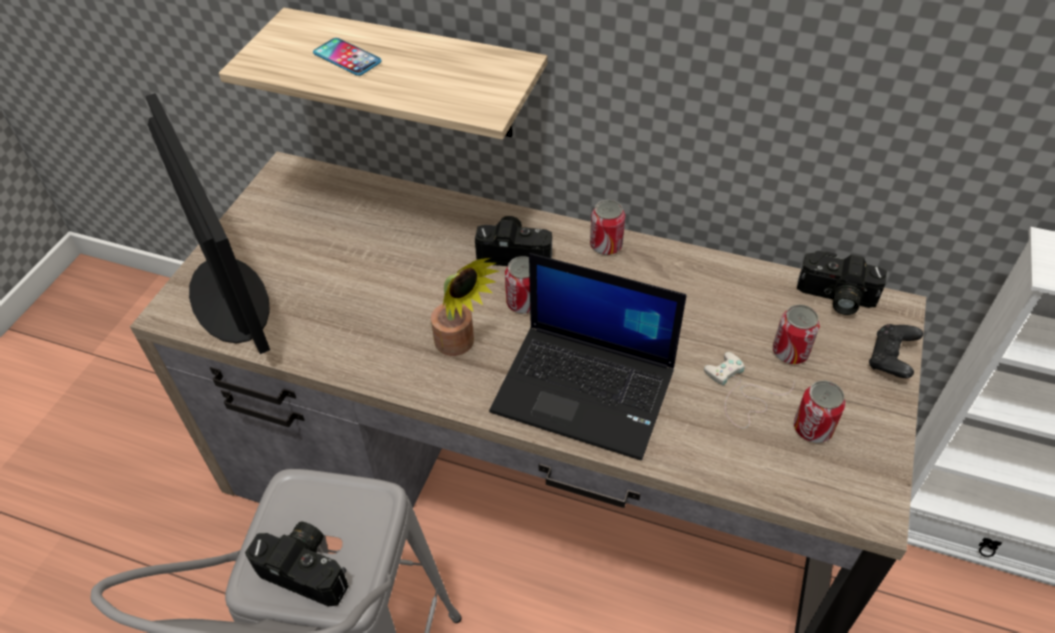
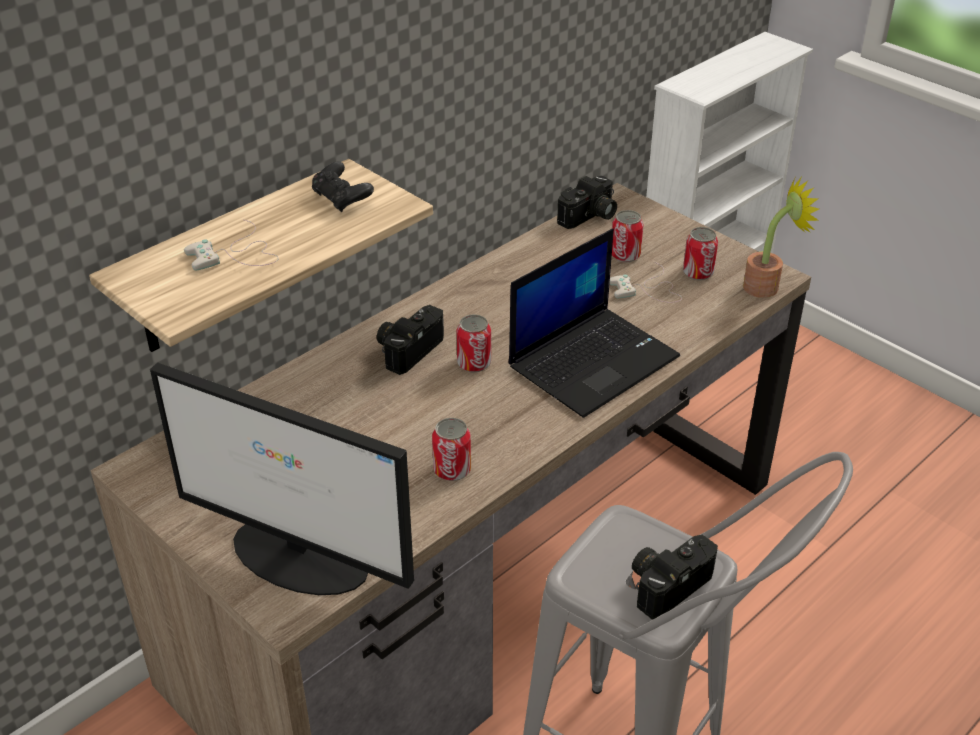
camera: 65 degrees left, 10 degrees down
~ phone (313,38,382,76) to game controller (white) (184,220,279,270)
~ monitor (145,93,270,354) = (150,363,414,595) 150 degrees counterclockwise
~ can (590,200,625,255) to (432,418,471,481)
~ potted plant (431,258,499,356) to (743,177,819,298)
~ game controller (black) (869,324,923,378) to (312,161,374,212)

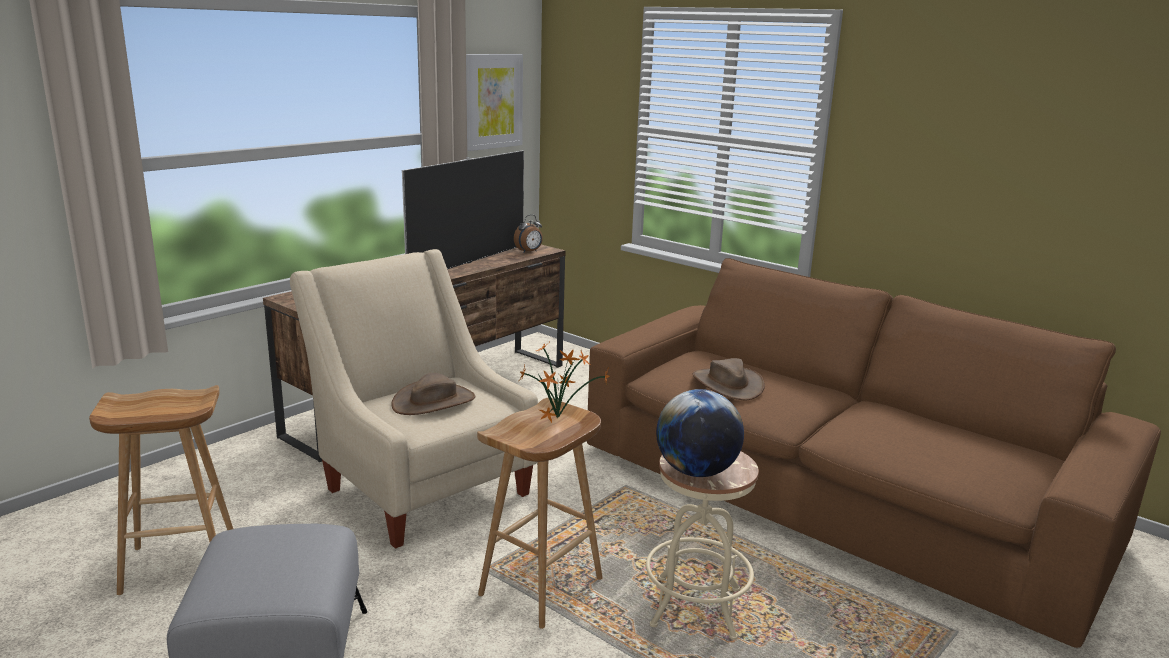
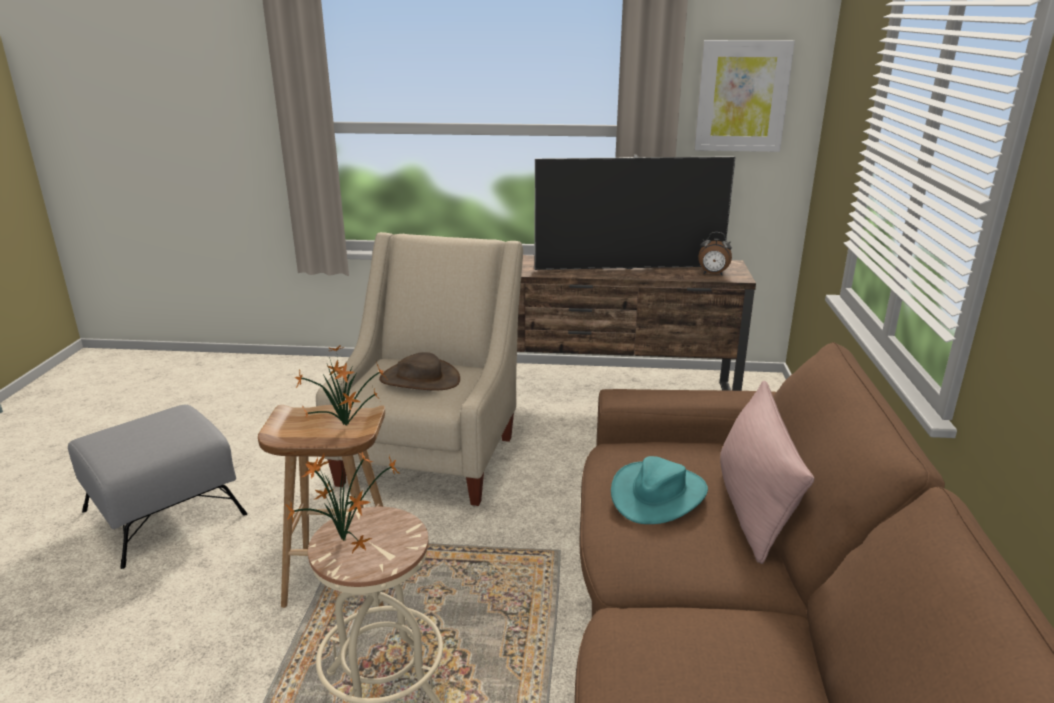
camera: 55 degrees right, 5 degrees up
~ hat (brown) (693,358,765,400) to hat (turquoise) (611,456,708,524)
- stool (brown) (89,385,233,595)
~ globe (656,389,744,477) to potted plant (285,452,399,553)
+ pillow (pink) (720,381,815,564)

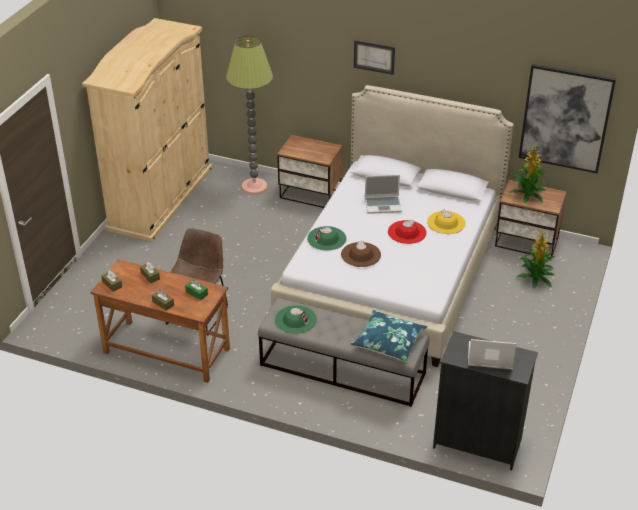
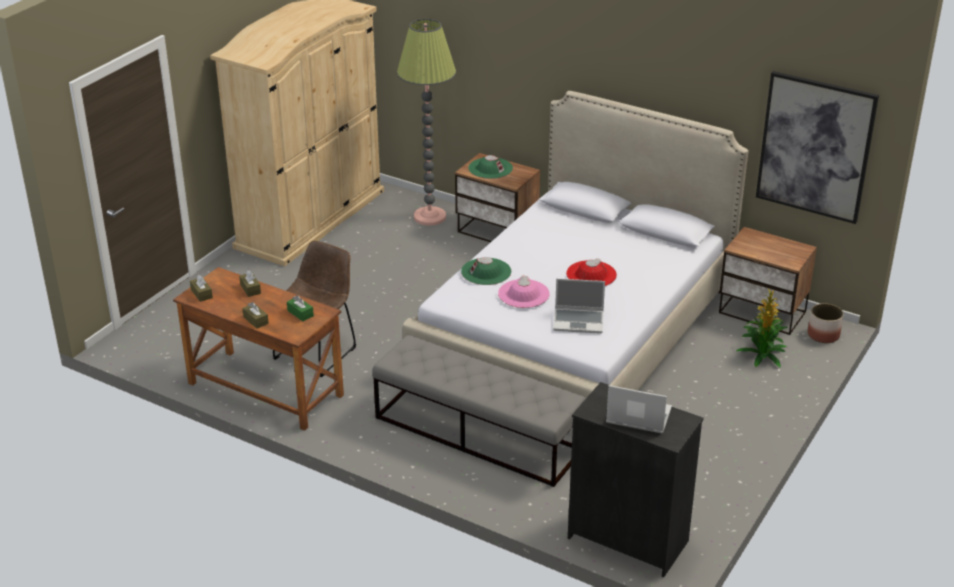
camera: 10 degrees right, 5 degrees down
- picture (354,40,395,75)
- potted plant (508,143,546,203)
~ laptop (365,175,402,214) to (553,278,605,334)
- hat (yellow) (427,210,466,234)
~ hat (brown) (341,241,381,267) to hat (pink) (498,276,550,308)
~ hat (green) (275,305,317,334) to (468,155,513,179)
- pillow (blue) (351,310,427,362)
+ planter (808,303,843,343)

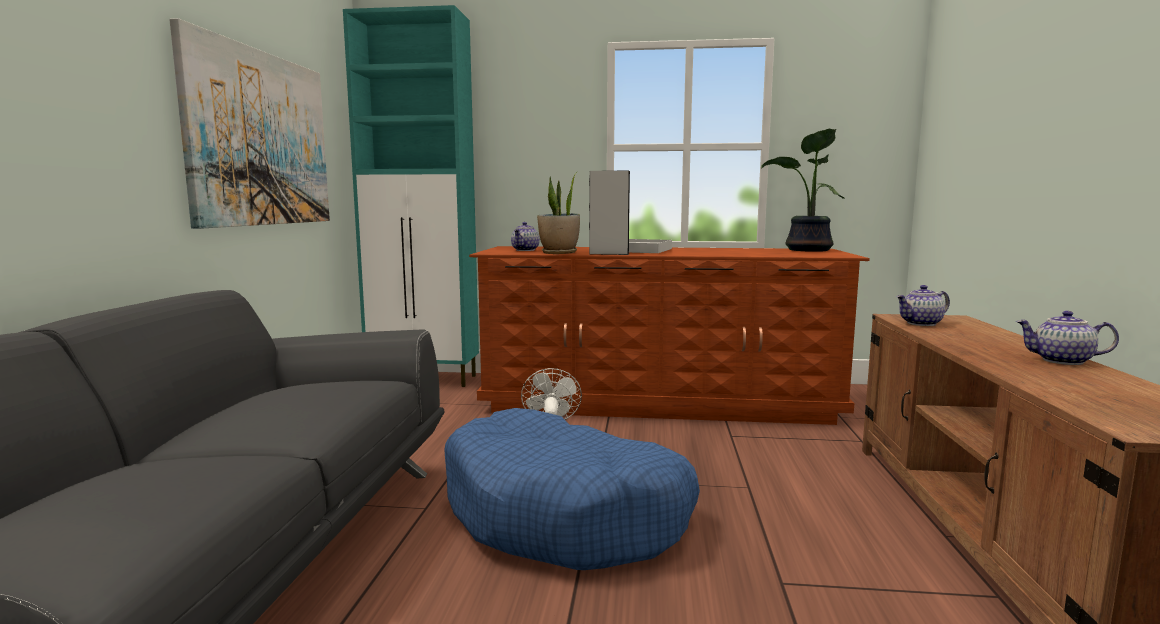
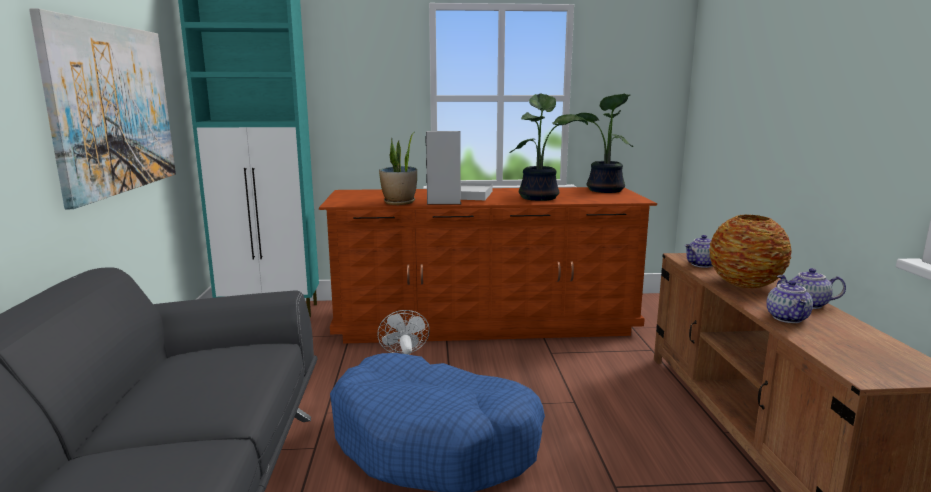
camera: 10 degrees left, 5 degrees up
~ teapot (511,222,540,251) to (767,279,813,323)
+ potted plant (510,93,588,201)
+ vase (709,214,792,288)

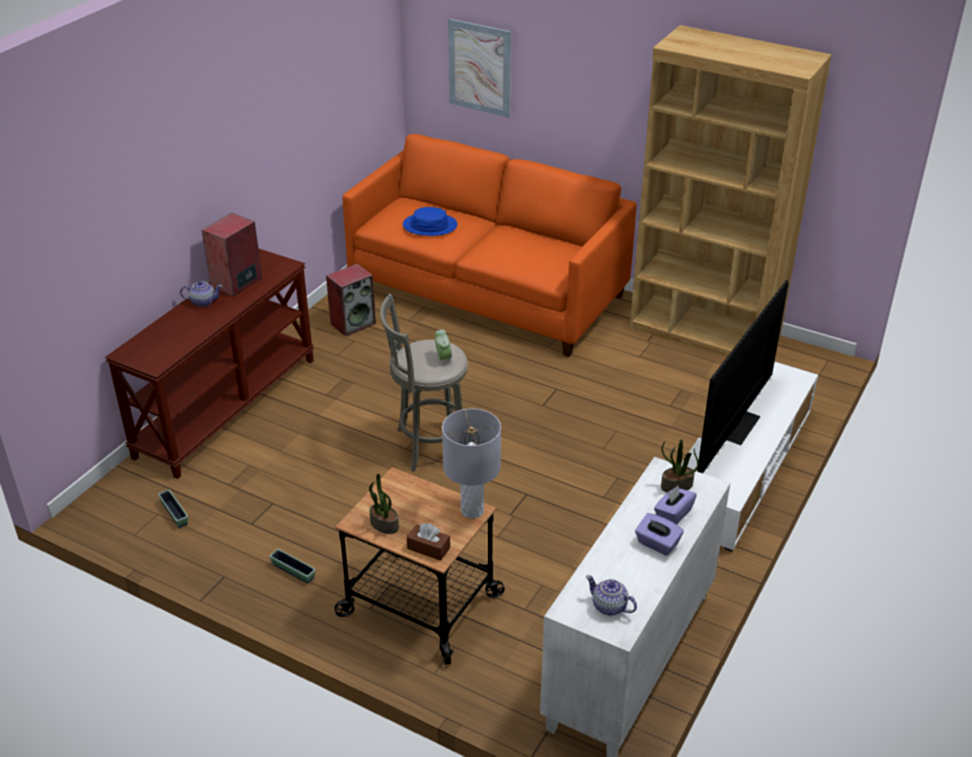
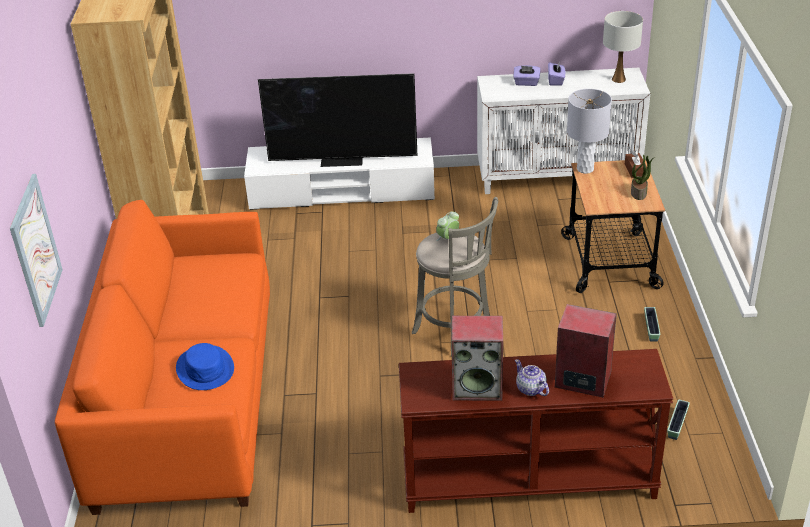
camera: 120 degrees left, 0 degrees up
~ speaker (326,264,376,337) to (555,304,617,397)
- potted plant (661,439,699,493)
~ teapot (586,575,637,616) to table lamp (white) (603,11,643,83)

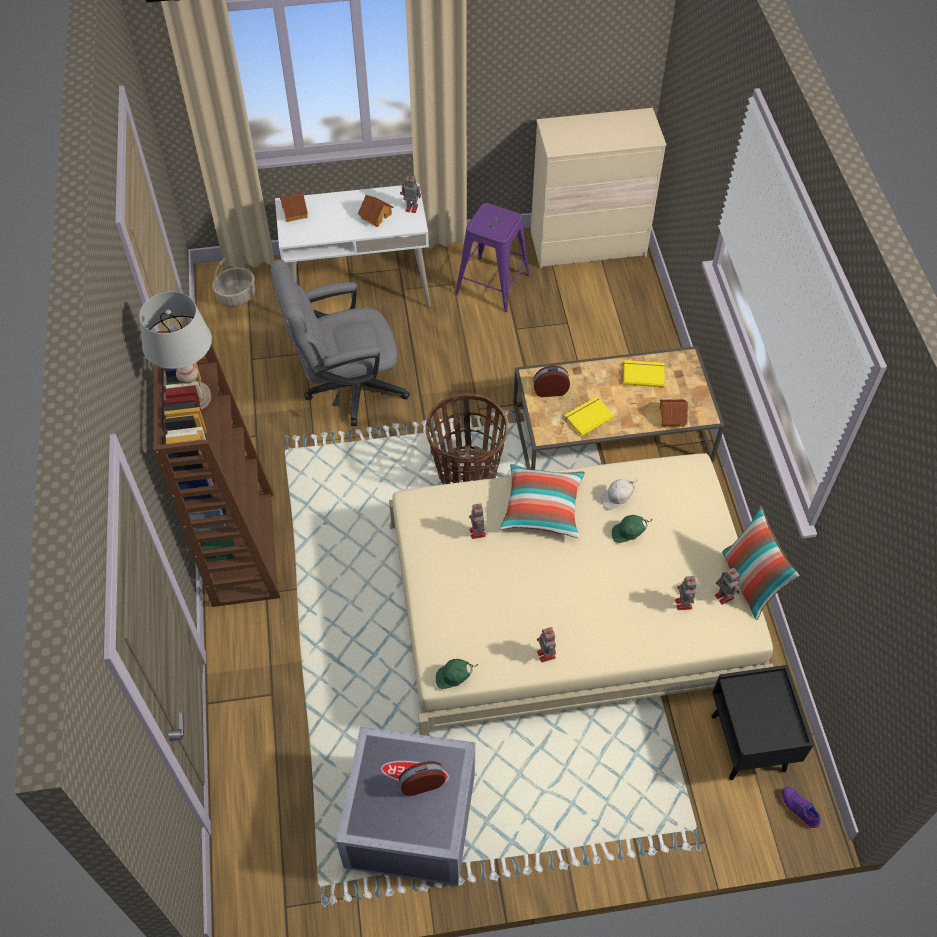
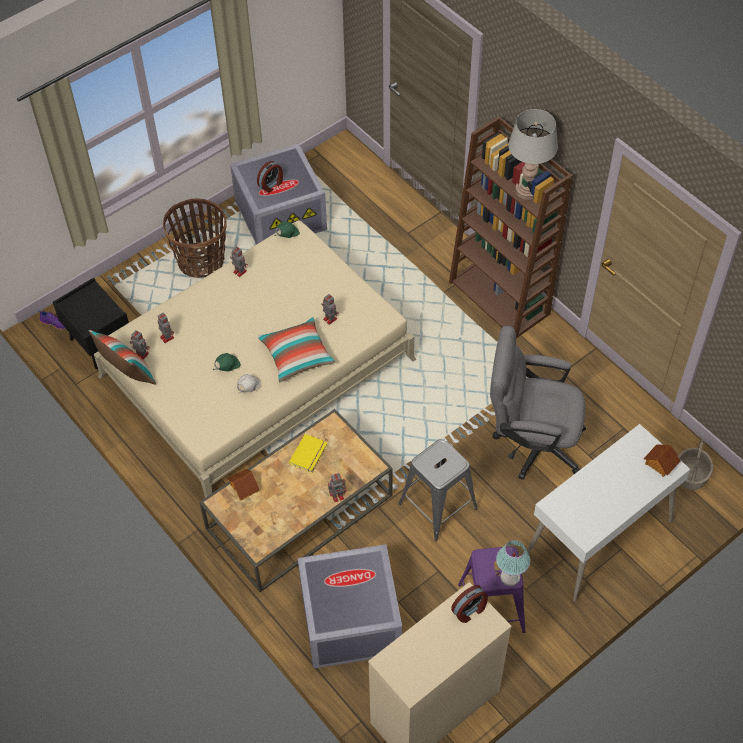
camera: 150 degrees right, 0 degrees up
~ toy robot (400,175,421,213) to (328,473,347,502)
- toy house (358,195,393,227)
~ office chair (grey) (270,259,410,426) = (490,325,586,480) 120 degrees counterclockwise
- book (yellow) (623,360,665,387)
~ alarm clock (533,366,570,397) to (451,585,488,623)
~ basket (426,394,508,484) to (163,199,227,278)
+ stool (grey) (399,439,478,542)
+ table lamp (496,540,530,586)
+ storage box (grey) (298,544,402,669)

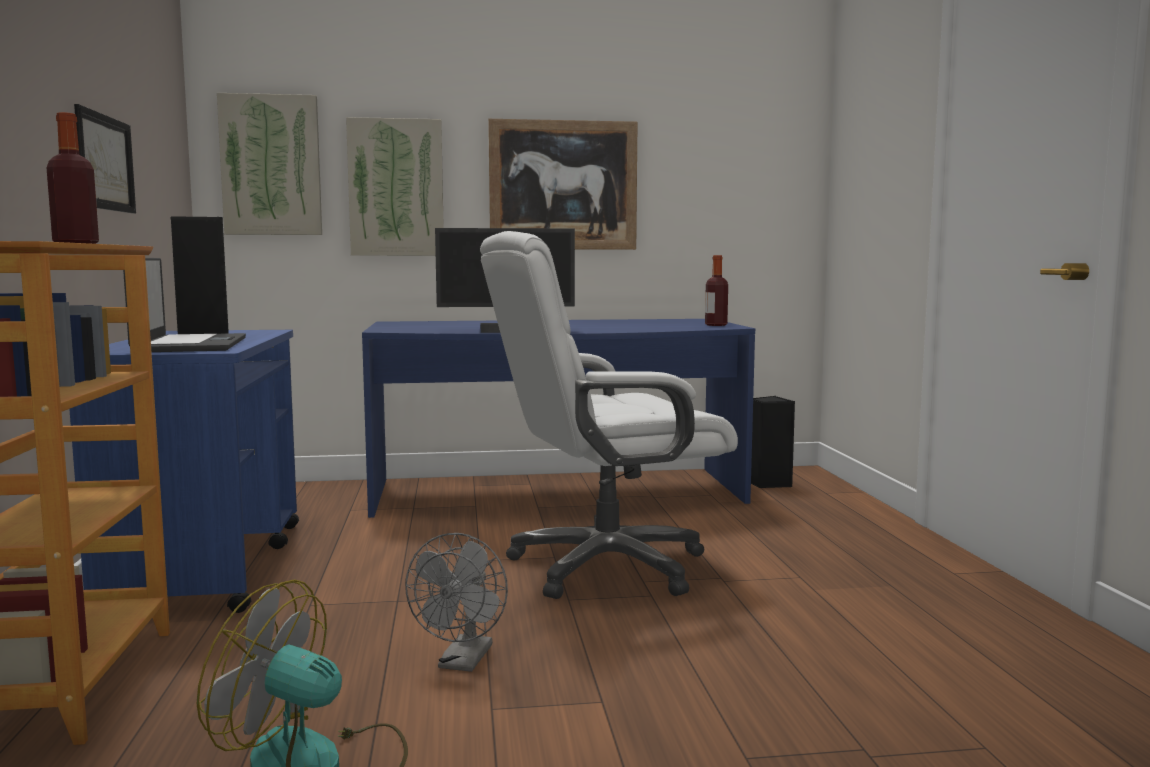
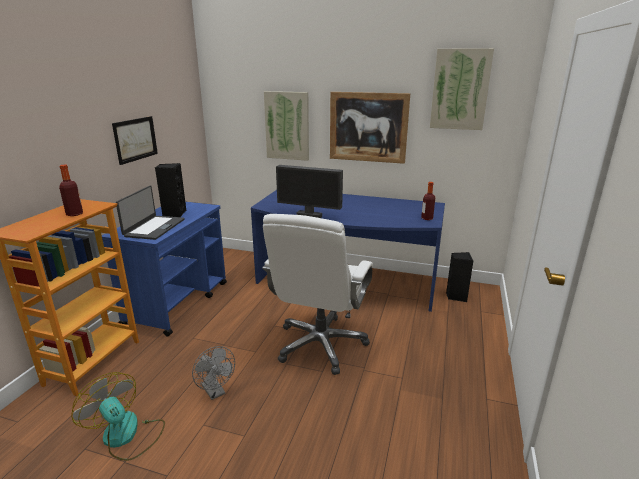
camera: 25 degrees right, 15 degrees up
~ picture (217,93,322,235) to (430,48,494,130)
~ office chair (white) (480,231,738,599) = (262,214,373,375) 75 degrees counterclockwise
~ fan (grey) (405,533,508,672) = (192,346,235,400) 75 degrees counterclockwise

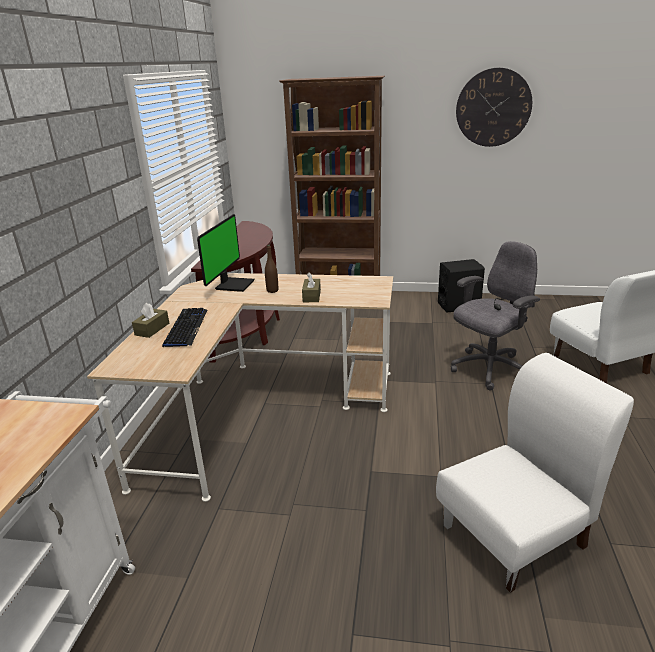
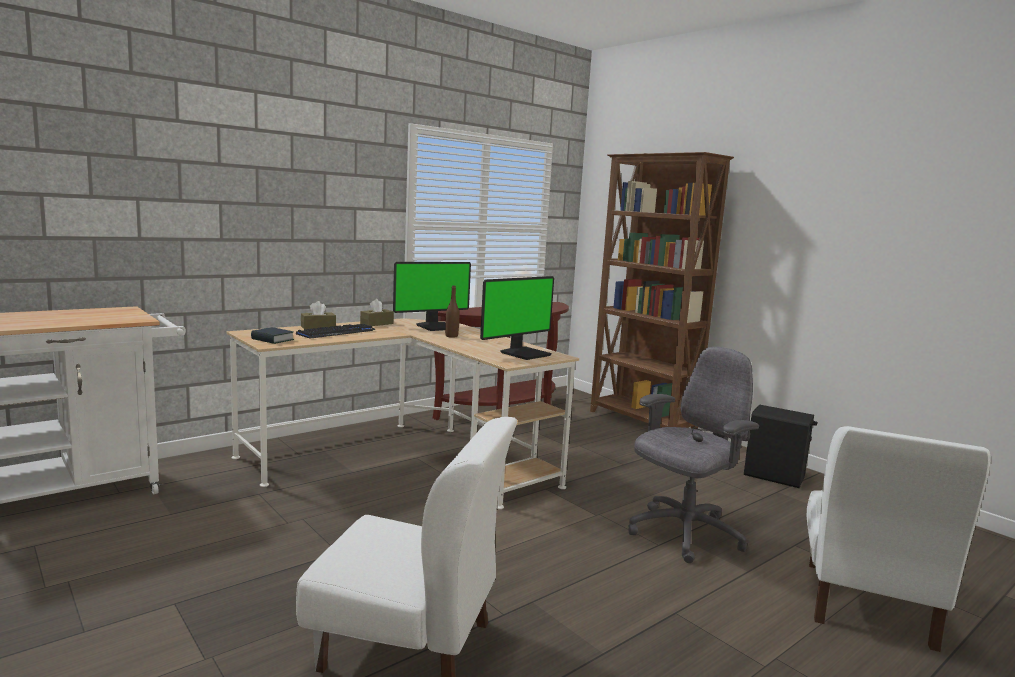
camera: 40 degrees right, 15 degrees down
- wall clock (456,68,532,147)
~ office chair (grey) (451,241,540,390) = (628,347,759,563) 45 degrees counterclockwise
~ tissue box (brown) (302,272,321,302) to (360,299,394,326)
+ monitor (480,276,554,360)
+ book (251,327,294,344)

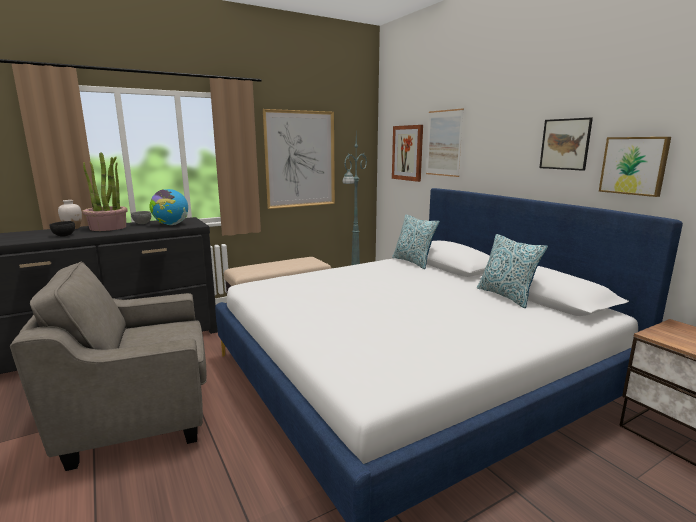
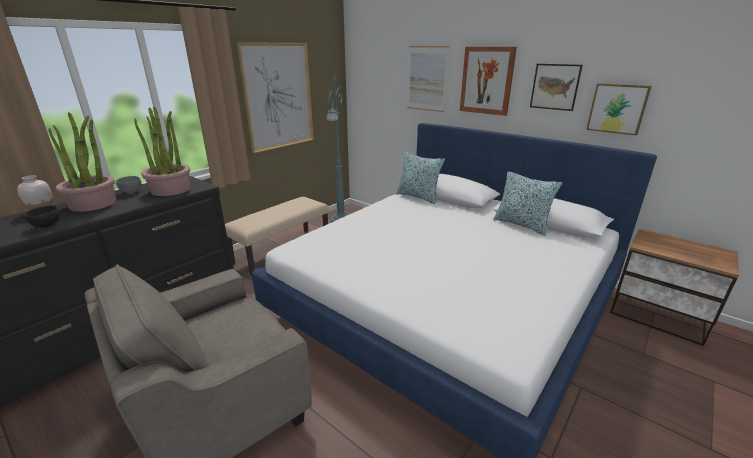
camera: 20 degrees left, 10 degrees up
~ picture (392,125,423,182) to (460,47,517,116)
~ globe (150,189,188,225) to potted plant (134,107,190,196)

